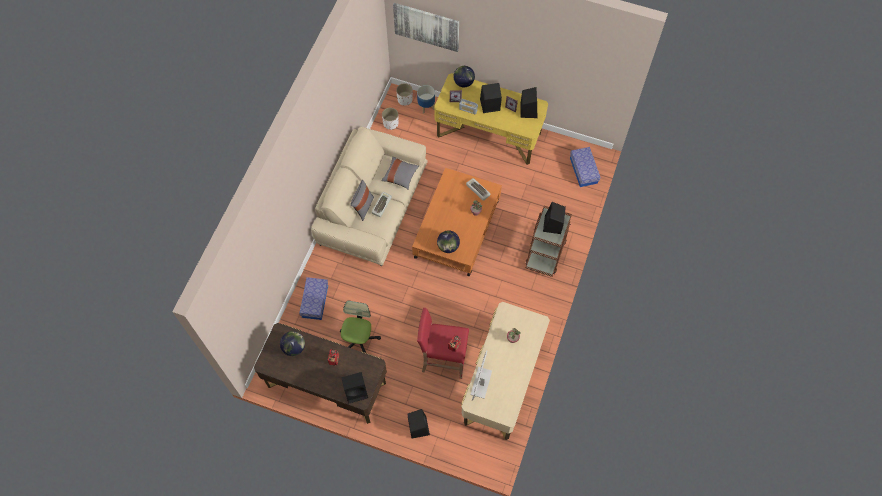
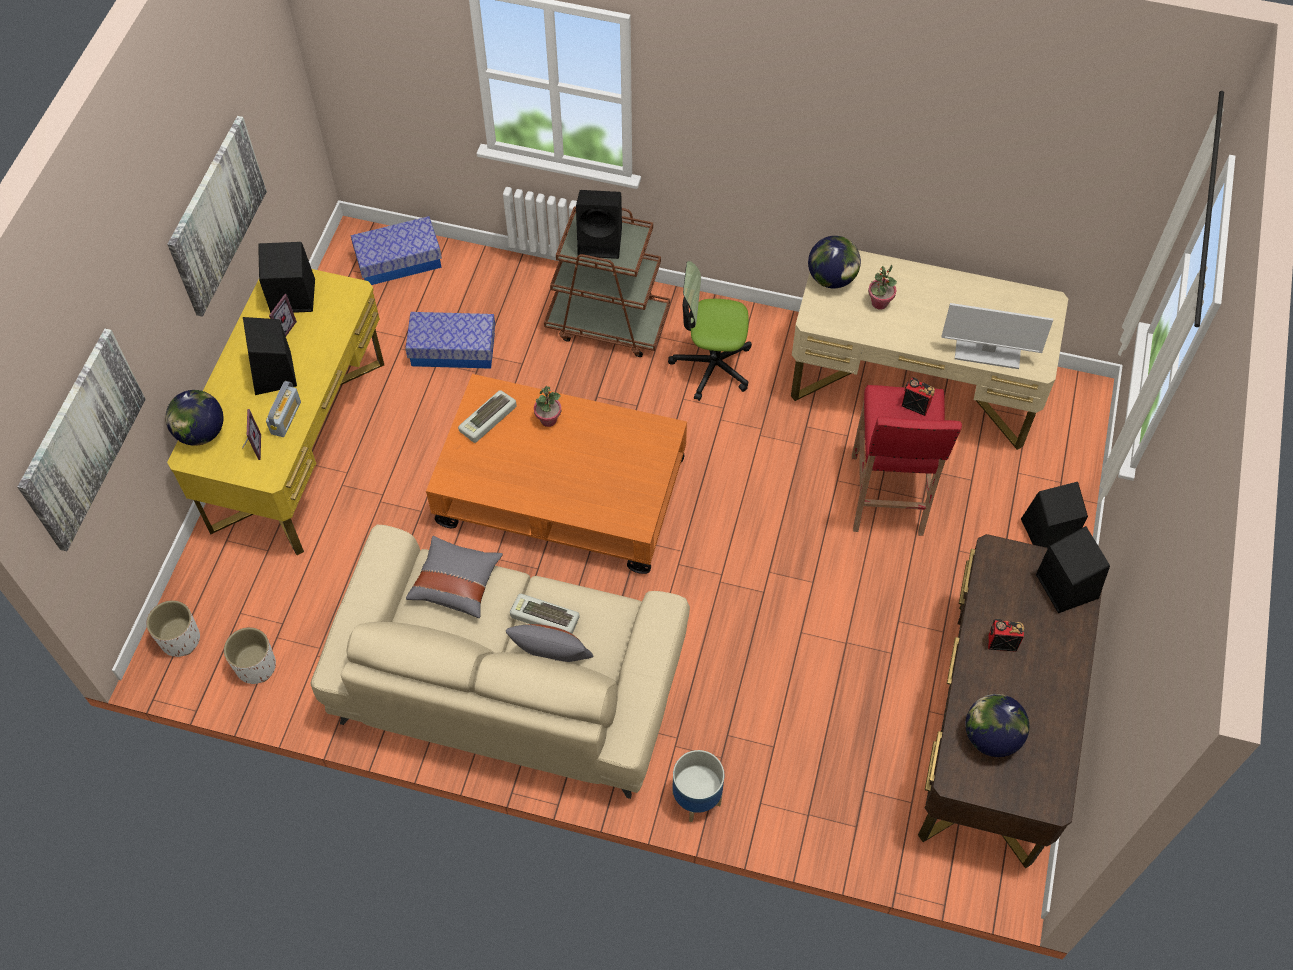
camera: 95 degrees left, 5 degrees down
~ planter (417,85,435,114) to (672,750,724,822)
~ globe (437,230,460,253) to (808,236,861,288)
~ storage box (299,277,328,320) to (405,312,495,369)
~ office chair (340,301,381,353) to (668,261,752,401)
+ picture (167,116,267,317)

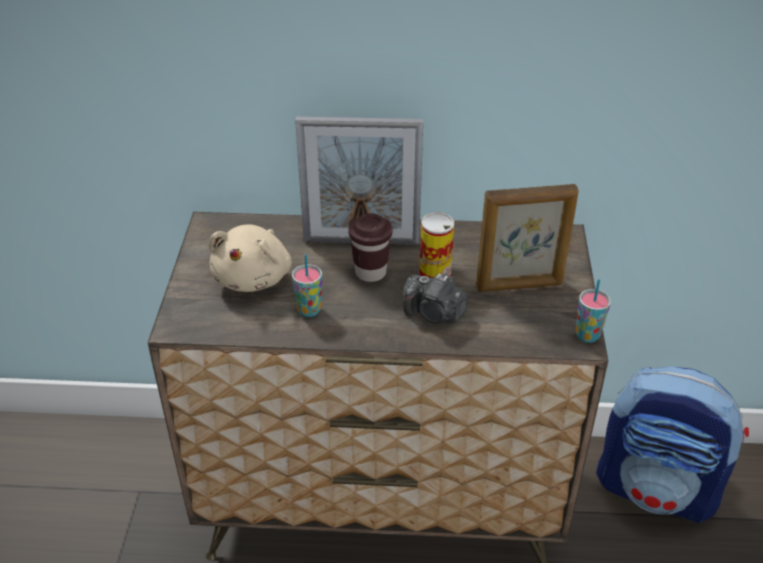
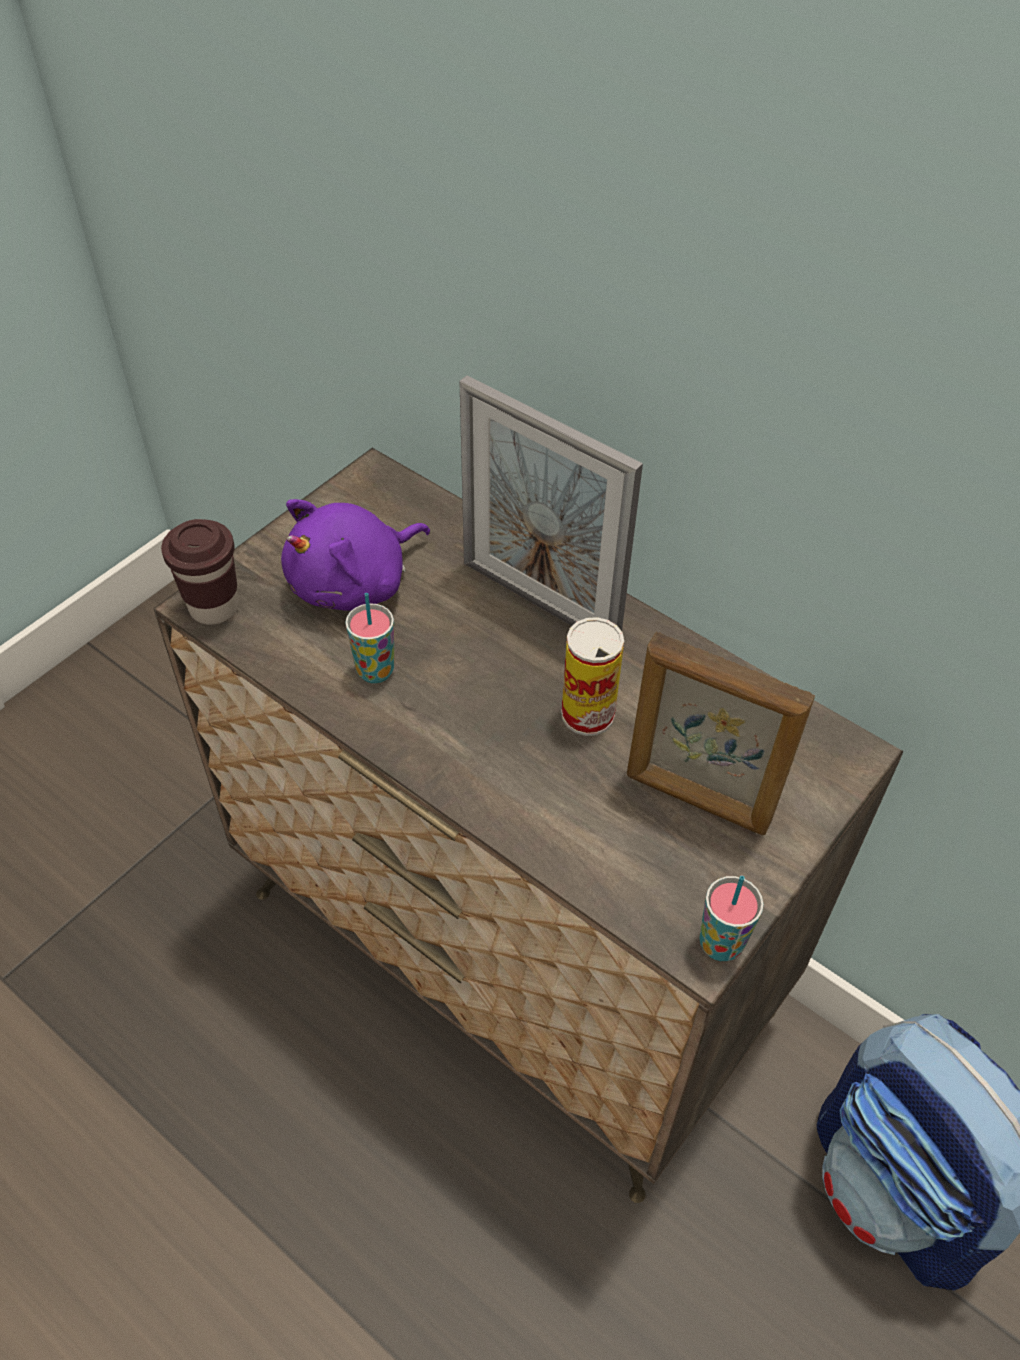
camera: 35 degrees right, 10 degrees up
~ cup (brown) (348,213,392,282) to (161,519,238,625)
~ plush toy (beige) (209,224,292,292) to plush toy (purple) (281,499,430,611)
- photo camera (403,273,467,324)

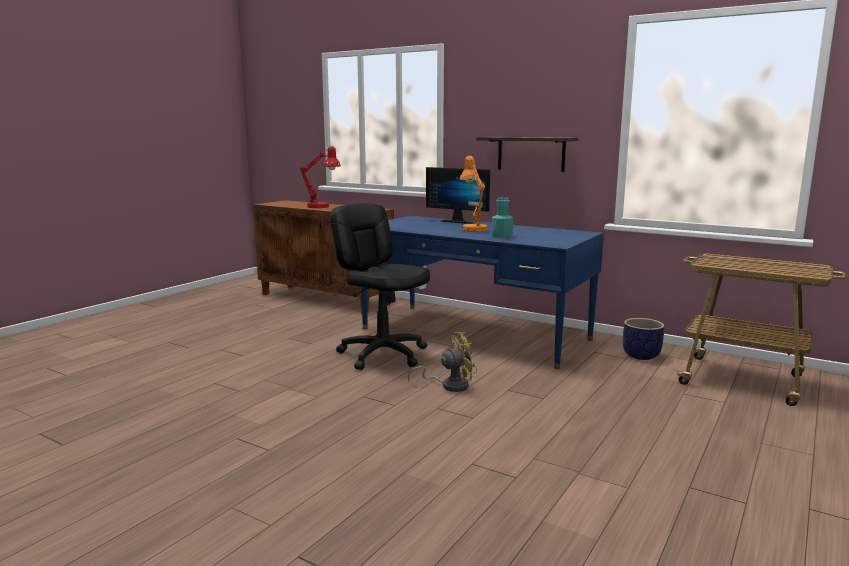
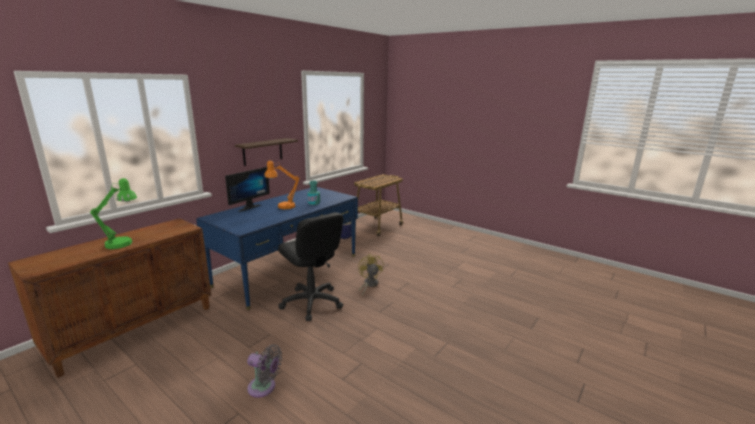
camera: 85 degrees left, 5 degrees up
~ table lamp (red) (300,146,341,208) to table lamp (green) (90,178,137,249)
~ office chair (black) (330,203,430,370) = (278,212,344,321) 90 degrees counterclockwise
+ fan (grey) (247,344,282,398)

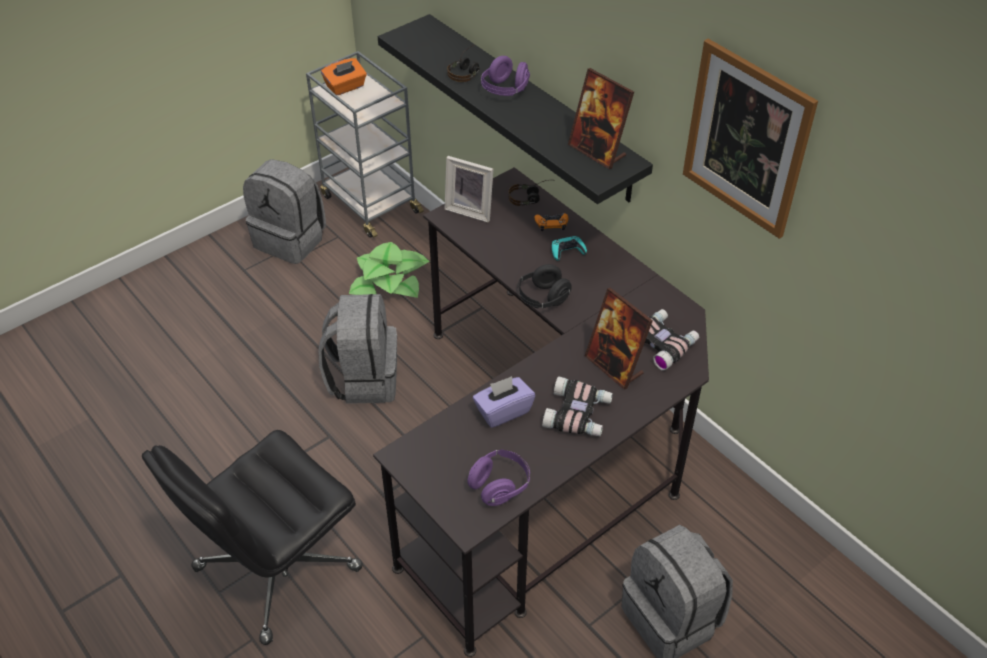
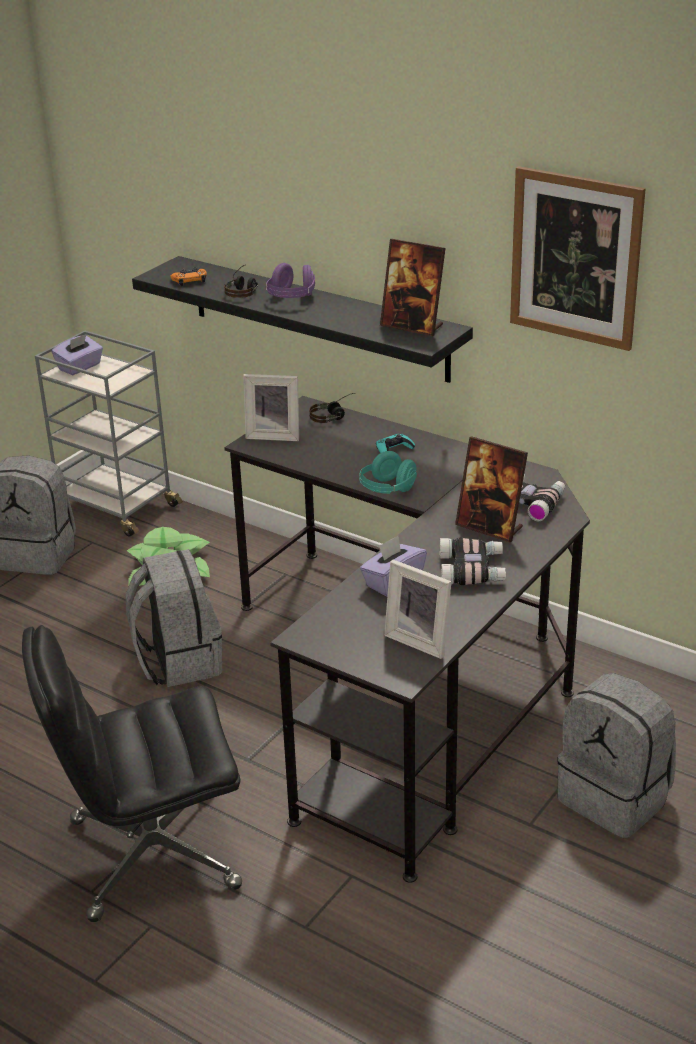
camera: 15 degrees left, 15 degrees down
~ tissue box (orange) (321,58,367,95) to tissue box (purple) (51,334,103,375)
~ game controller (orange) (535,213,568,231) to (170,267,207,286)
~ headphones (black) (517,264,572,309) to headphones (turquoise) (359,451,417,494)
~ office chair (black) (142,430,363,645) = (22,625,242,922) 45 degrees clockwise
~ headphones (purple) (467,449,530,506) to picture frame (384,560,452,659)

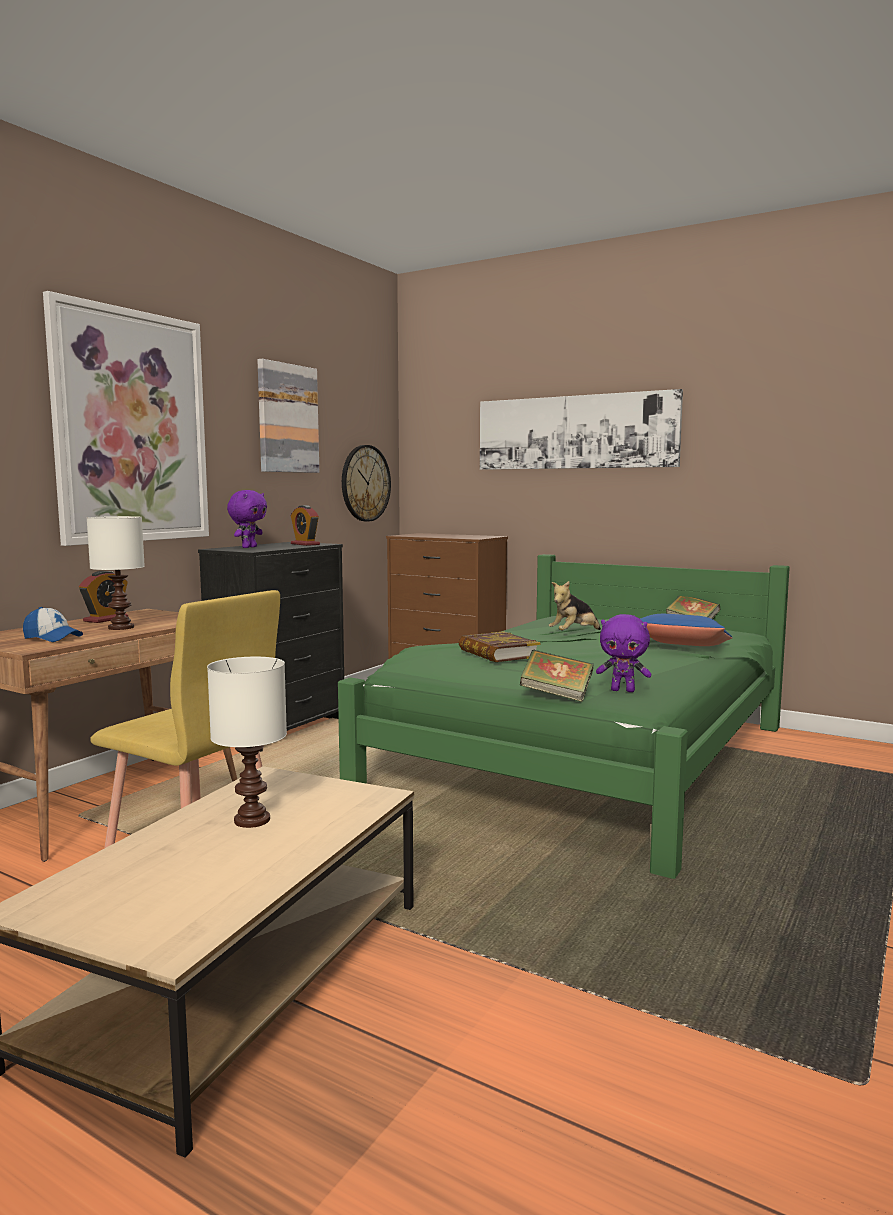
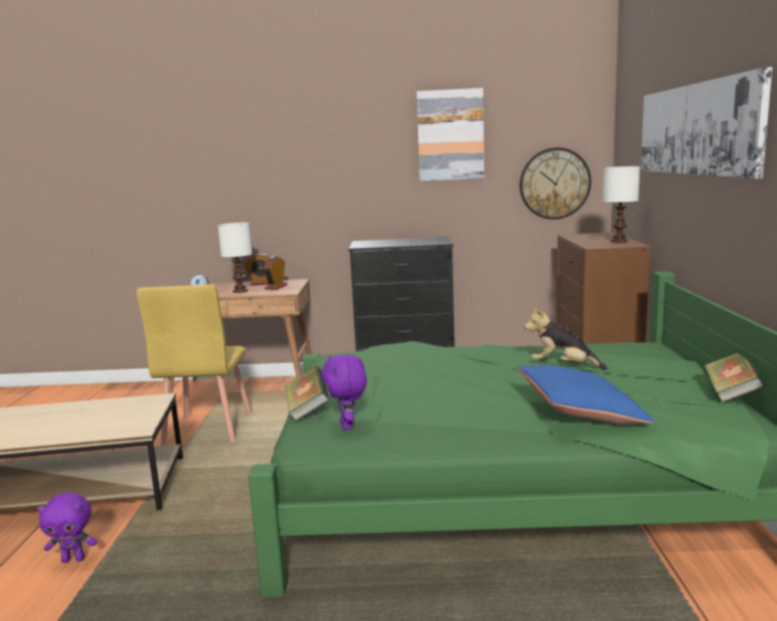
camera: 60 degrees right, 5 degrees up
- picture (43,291,209,546)
~ plush toy (purple) (227,490,267,548) to (37,492,97,563)
~ alarm clock (291,505,320,546) to (263,256,288,290)
- book (459,631,541,662)
~ table lamp (white) (207,657,287,828) to (603,166,640,242)

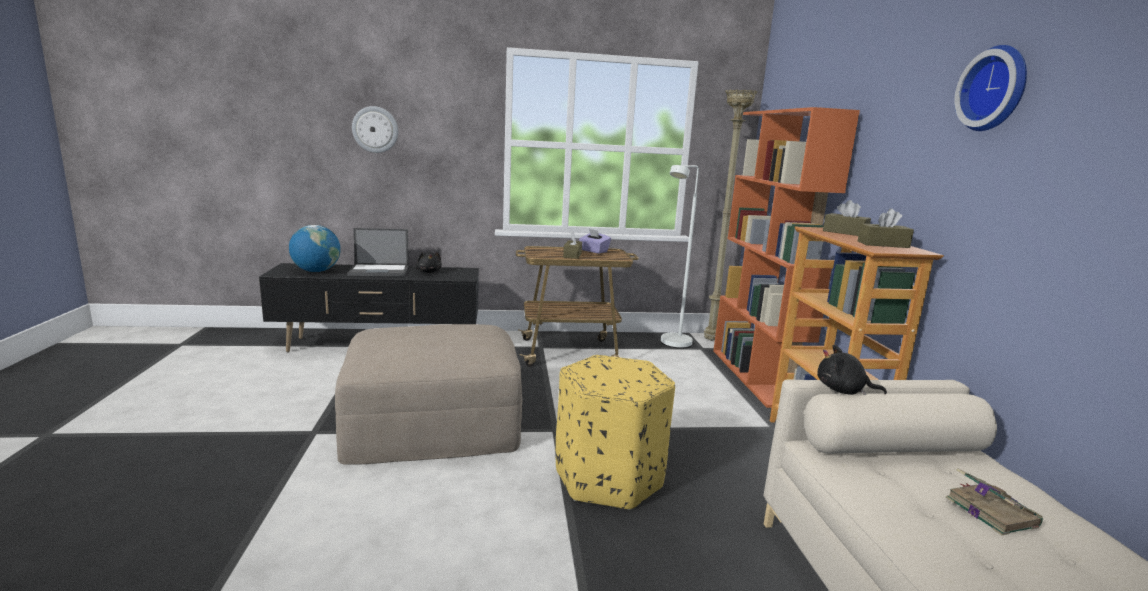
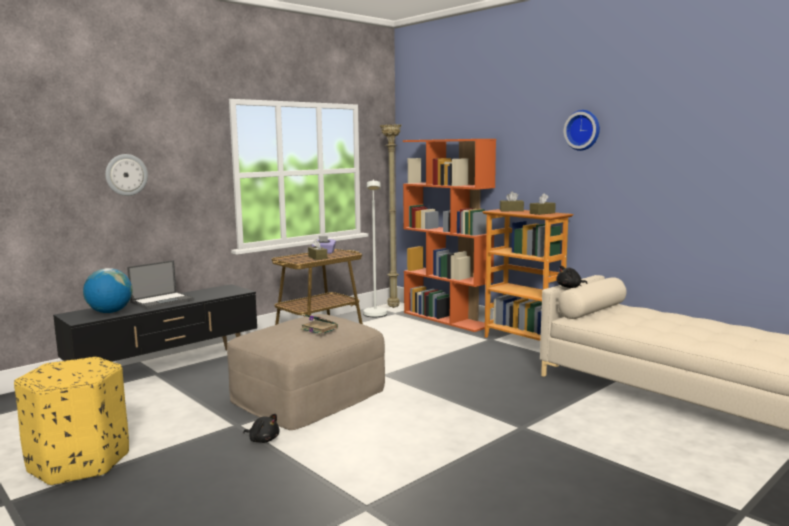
camera: 35 degrees left, 5 degrees down
~ plush toy (black) (415,252,442,273) to (243,414,279,443)
~ ottoman (yellow) (556,355,675,510) to (14,357,129,486)
~ book (946,468,1043,535) to (301,314,338,335)

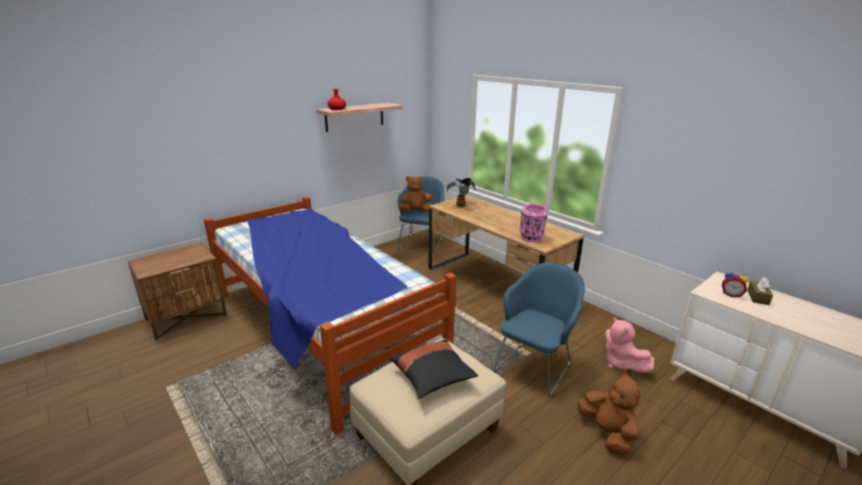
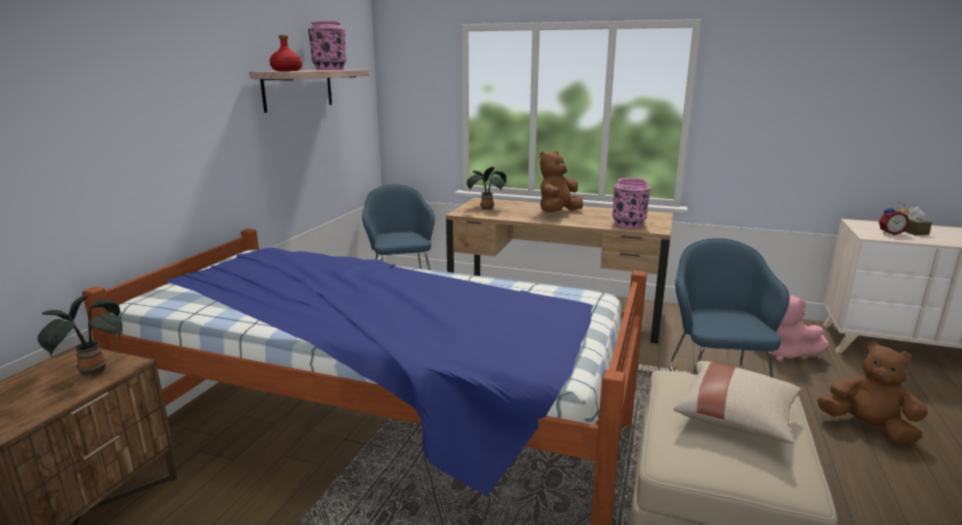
camera: 30 degrees left, 5 degrees down
~ plush toy (brown) (398,176,433,212) to (540,151,583,212)
~ pillow (black) (389,339,478,399) to pillow (beige) (674,361,801,443)
+ vase (pink) (308,21,346,70)
+ potted plant (37,295,123,377)

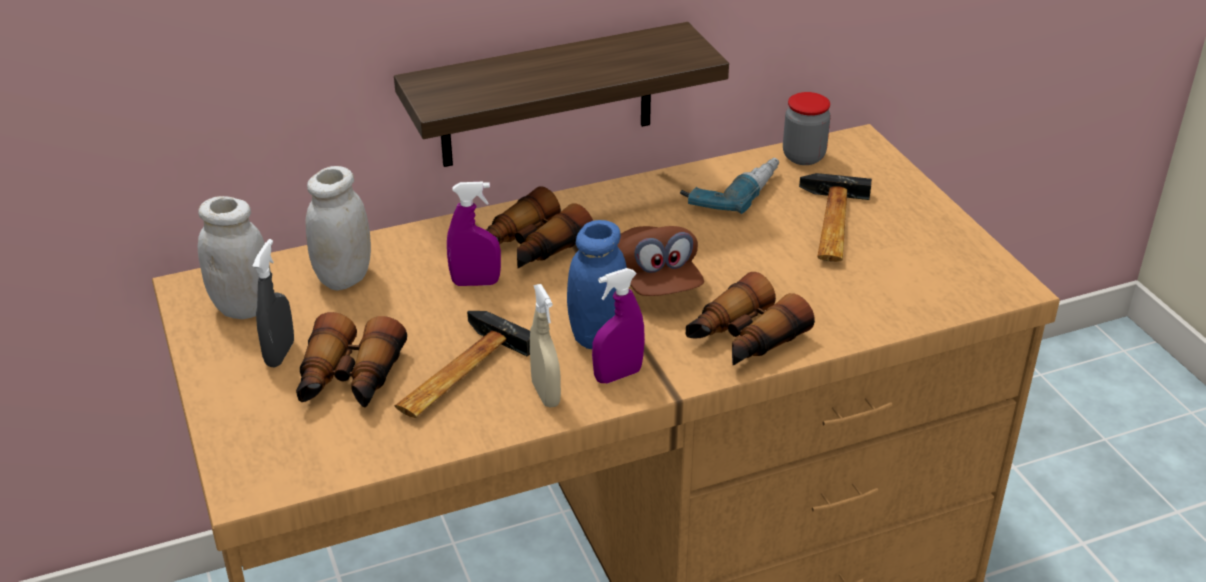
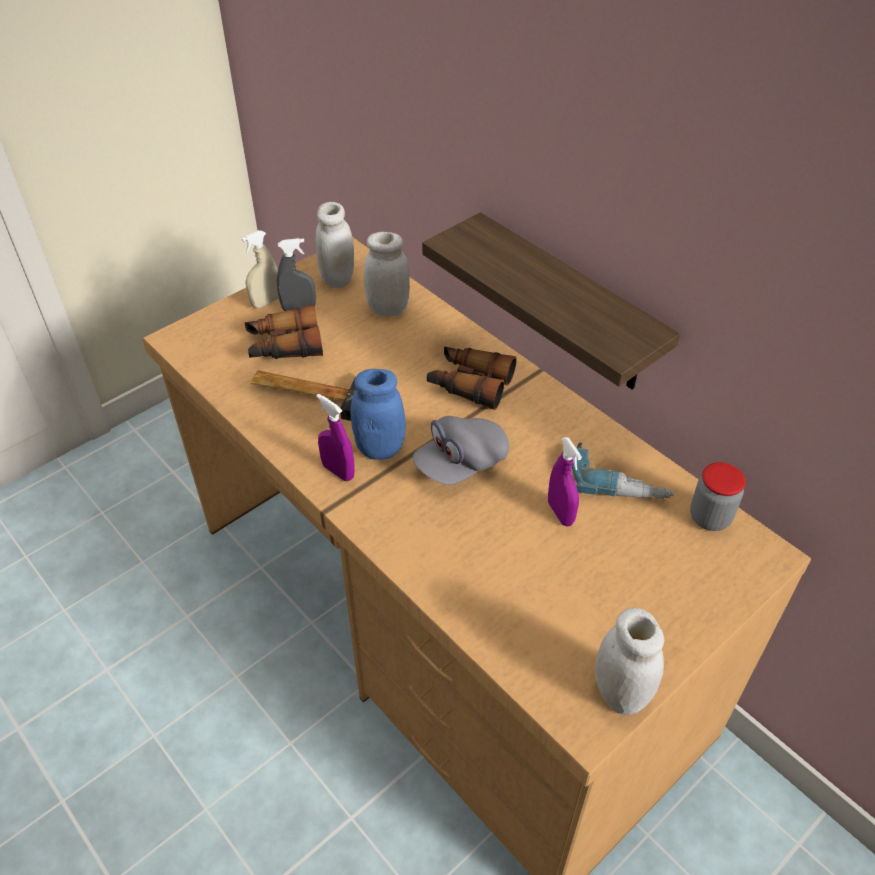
camera: 70 degrees right, 10 degrees up
- hammer (799,173,872,262)
~ spray bottle (purple) (447,182,501,286) to (548,437,582,527)
~ cap (brown) (617,226,704,296) to cap (grey) (413,416,509,485)
- binoculars (686,272,815,365)
~ spray bottle (beige) (530,284,561,407) to (241,230,279,308)
+ jar (white) (595,608,664,715)

